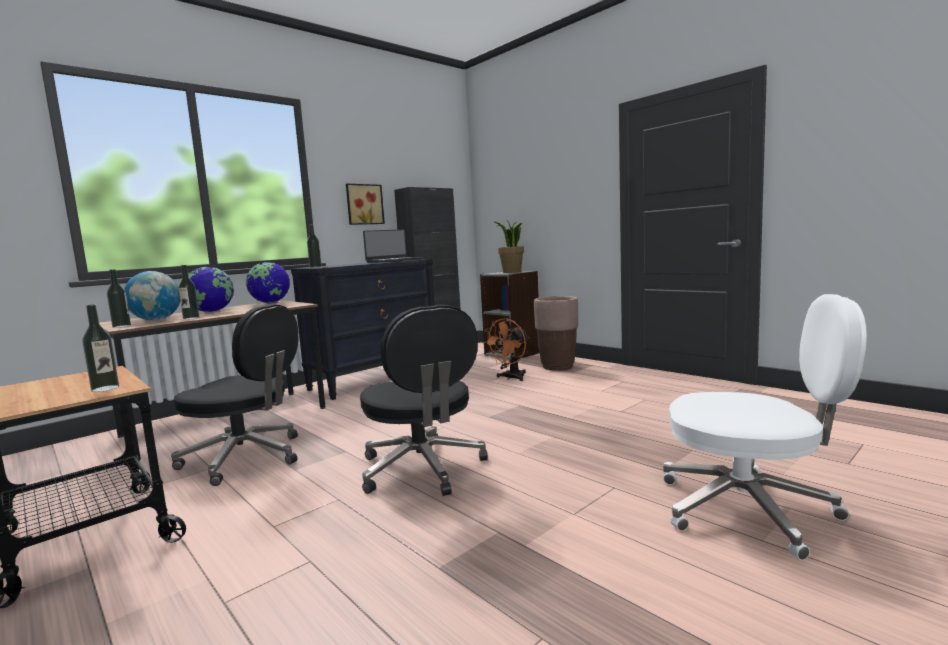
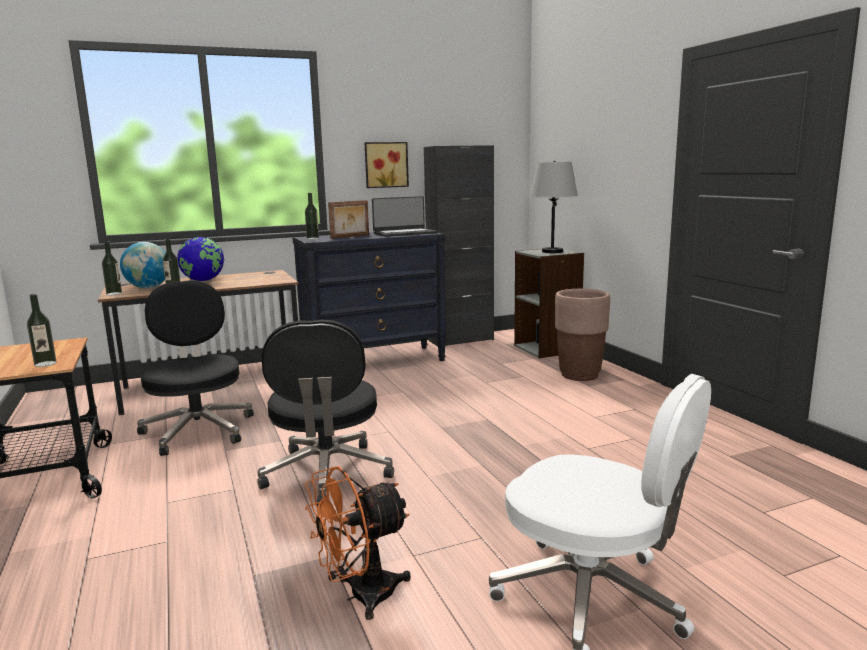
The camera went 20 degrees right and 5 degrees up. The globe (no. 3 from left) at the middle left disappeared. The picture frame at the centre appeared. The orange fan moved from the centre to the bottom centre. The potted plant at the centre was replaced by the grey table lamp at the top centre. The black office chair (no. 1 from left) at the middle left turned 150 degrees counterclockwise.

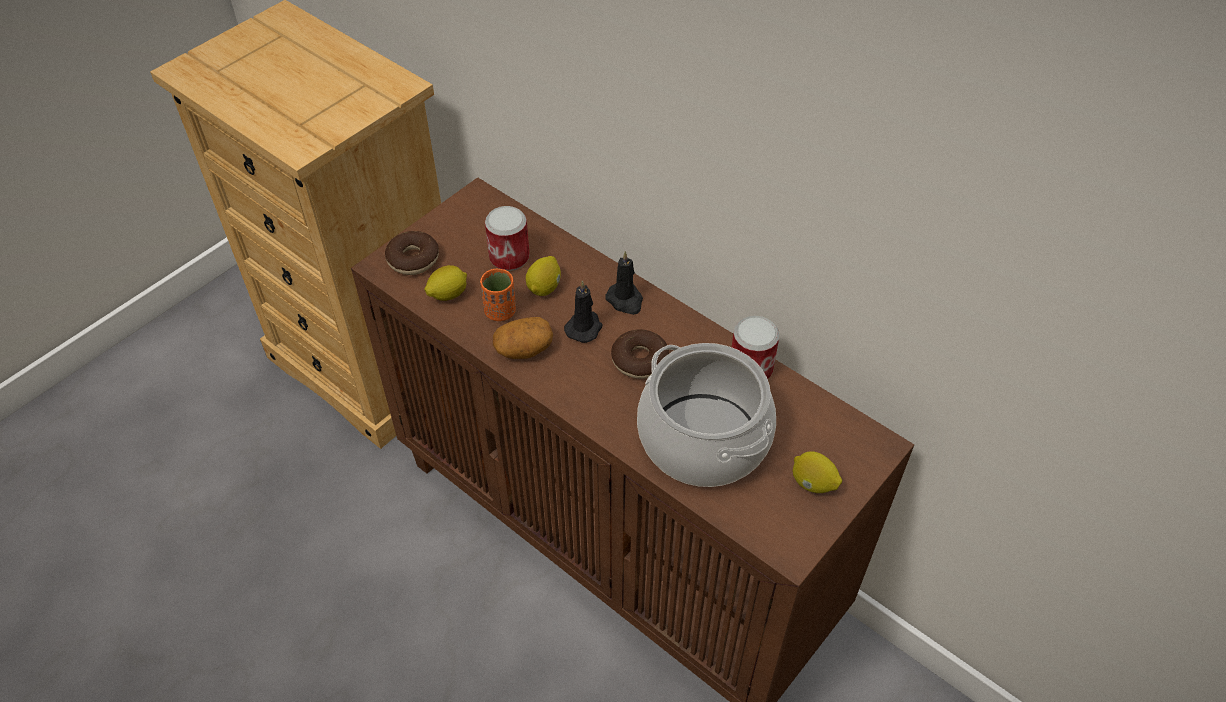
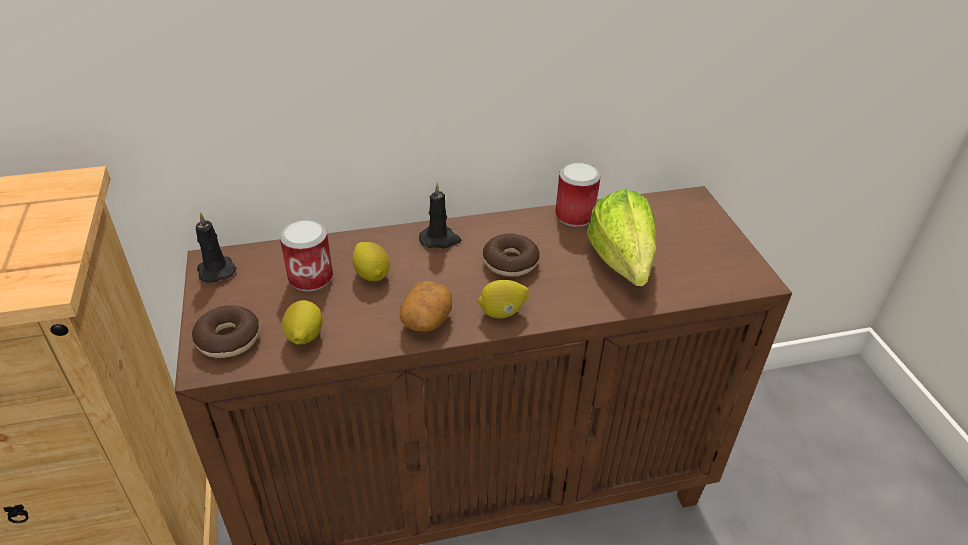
The camera went 55 degrees left and 10 degrees down. The orange cup at the centre disappeared. The black candle (no. 1 from left) moved from the centre to the middle left. The lemon (no. 3 from left) moved from the bottom centre to the centre. The cooking pot at the centre was replaced by the lettuce at the centre.

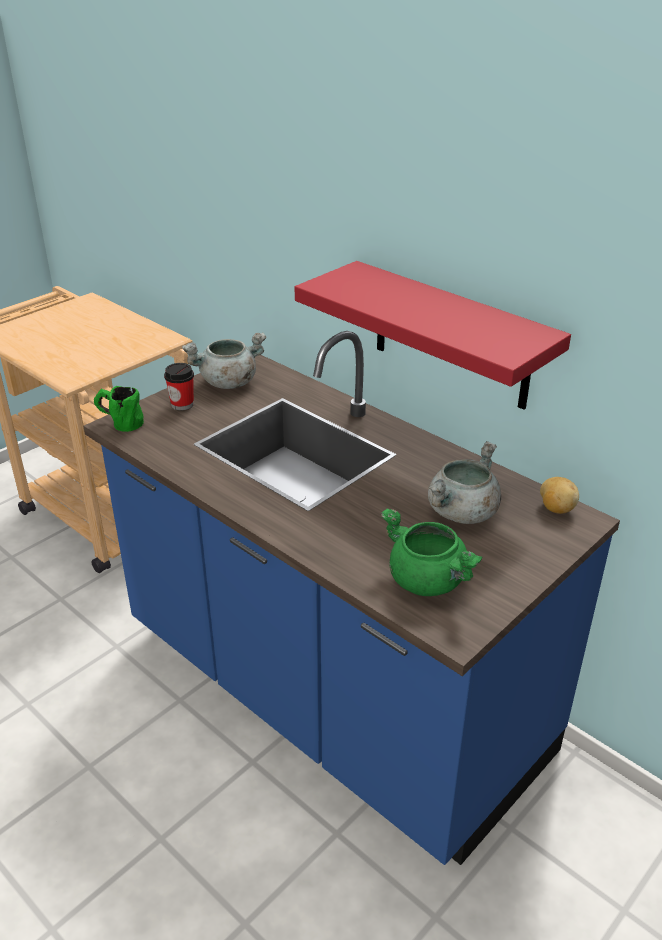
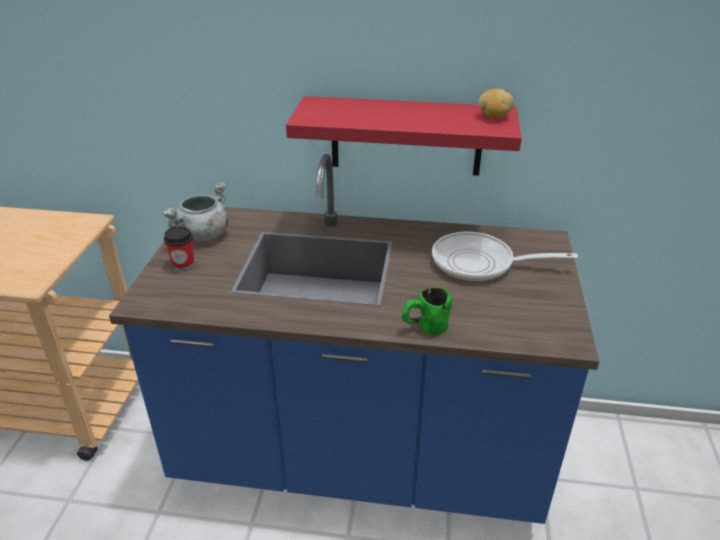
The camera went 35 degrees left and 0 degrees up. The green cooking pot at the centre disappeared. The green mug moved from the middle left to the centre. The potato moved from the middle right to the top right. The grey cooking pot (no. 2 from left) at the middle right was replaced by the frying pan at the middle right.

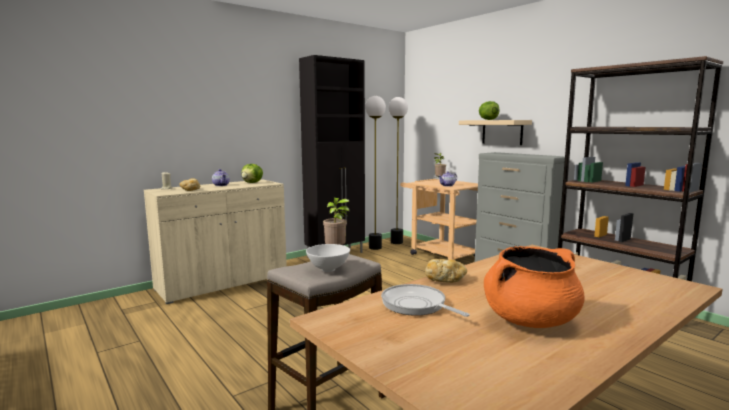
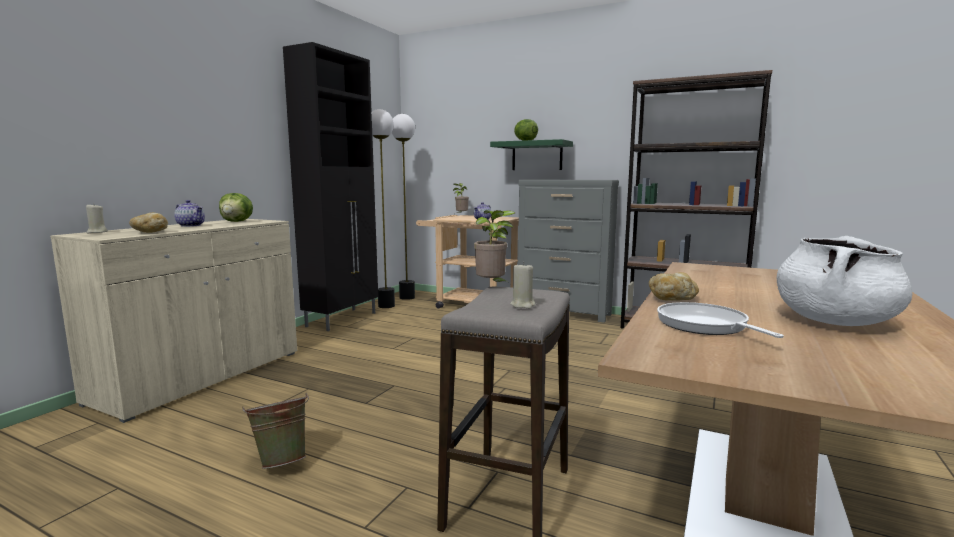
The camera went 25 degrees left and 0 degrees up. The green bucket at the bottom left appeared. The white bowl at the centre was replaced by the beige candle (no. 2 from left) at the centre. The beige shelf at the top right became the green shelf at the top centre. The orange cooking pot at the bottom right became the white cooking pot at the middle right. The frying pan at the bottom centre turned 45 degrees clockwise.

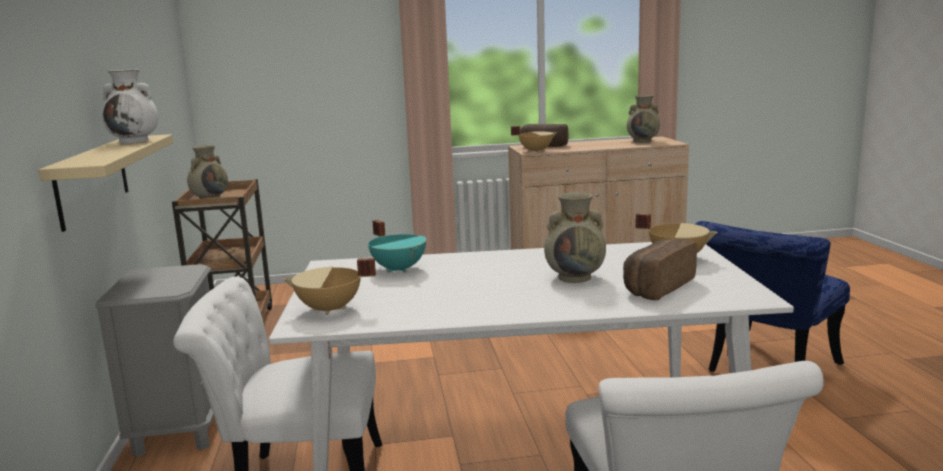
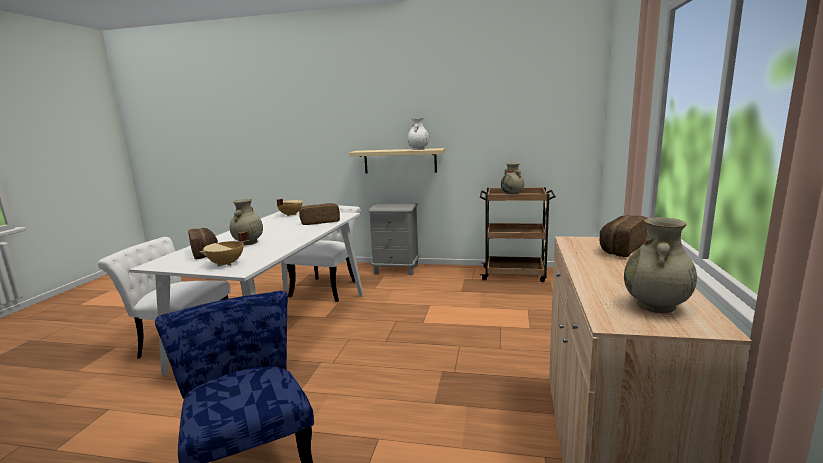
The camera went 110 degrees right and 0 degrees up. The beige cooking pot (no. 2 from left) at the top centre disappeared. The turquoise cooking pot at the centre was replaced by the bread (no. 2 from left) at the centre.

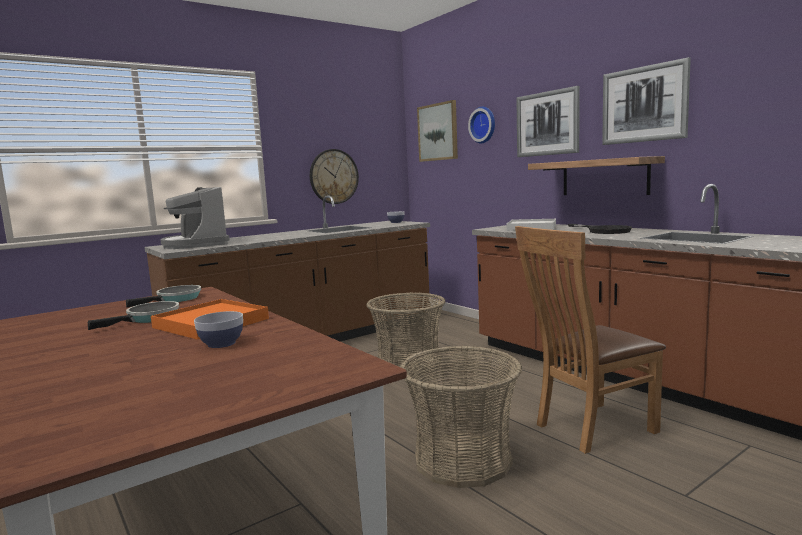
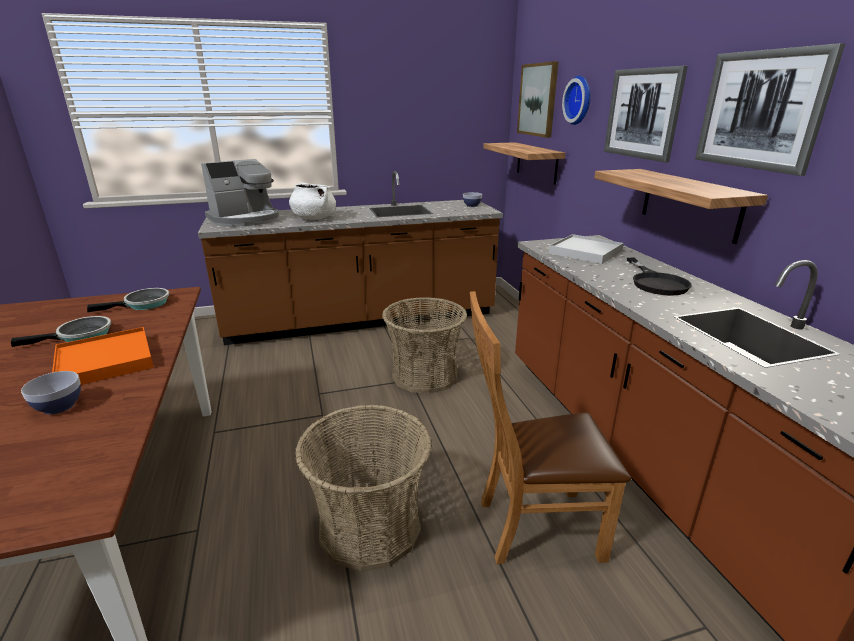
The camera went 20 degrees right and 15 degrees up. The wall clock (no. 1 from left) at the top centre disappeared. The white cooking pot at the top centre appeared. The shelf (no. 1 from left) at the top centre appeared. The coffee machine at the middle left turned 120 degrees counterclockwise.

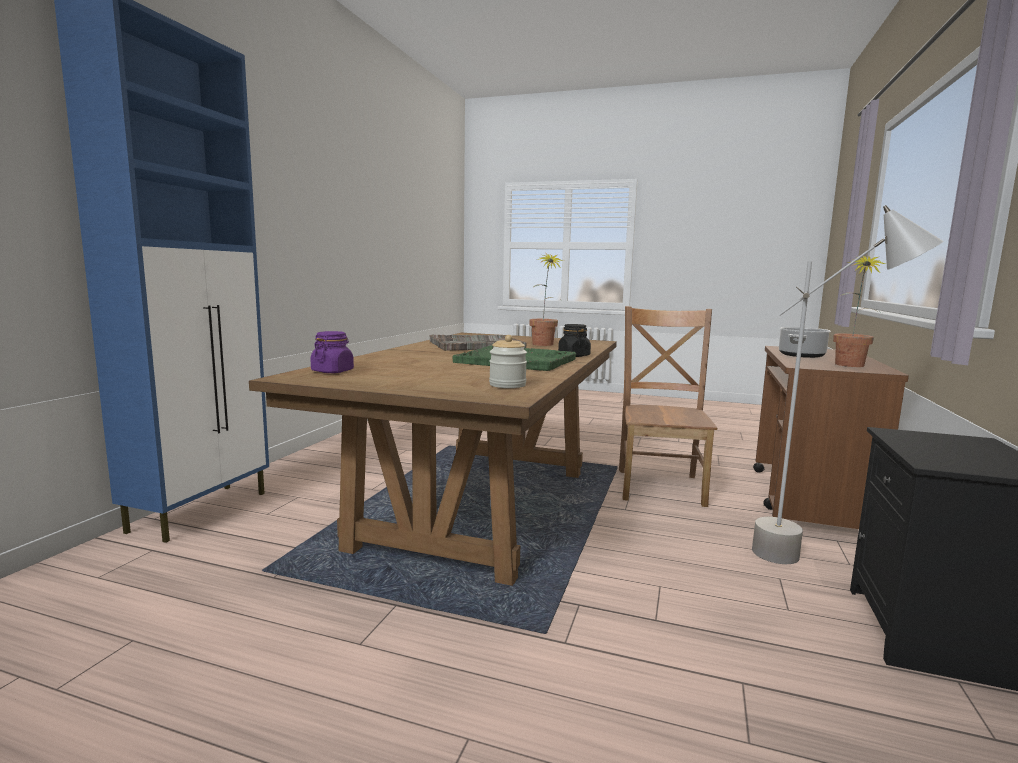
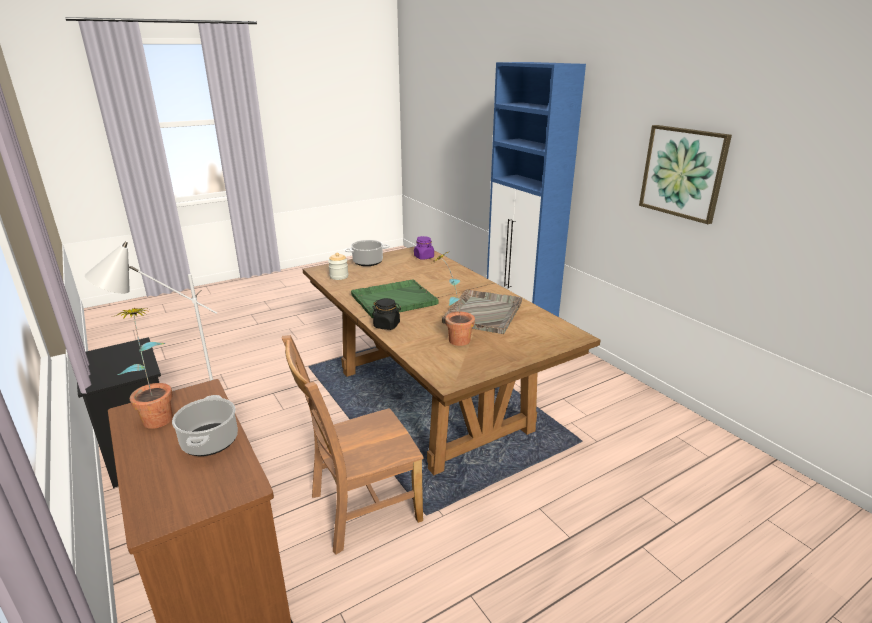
The camera went 130 degrees right and 15 degrees up. The cooking pot (no. 2 from left) at the centre appeared. The picture at the top right appeared. The brown chair at the centre turned 105 degrees clockwise.

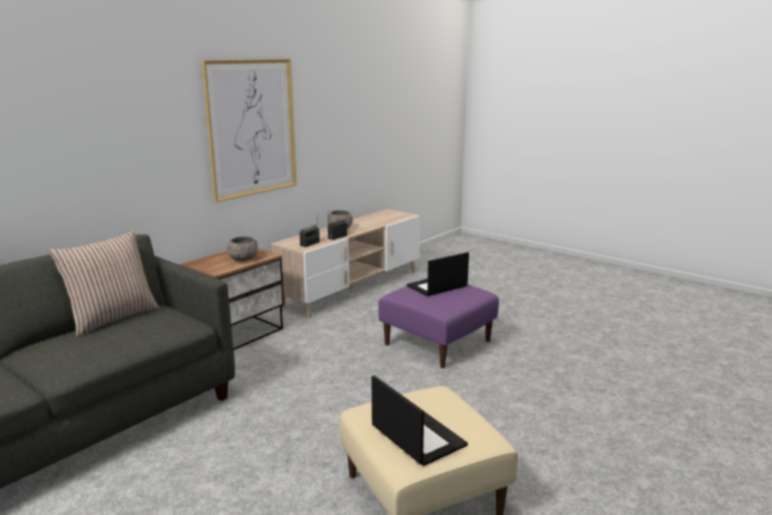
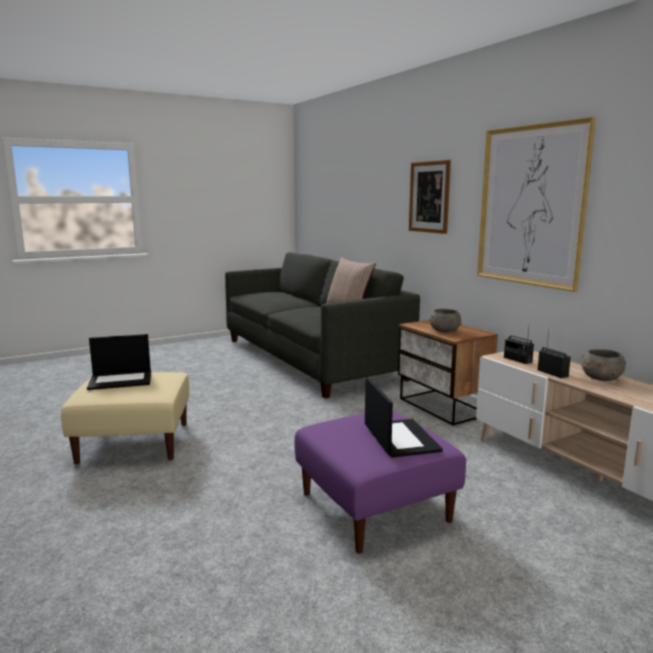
The camera went 110 degrees right and 5 degrees down. The picture (no. 1 from left) at the top centre appeared.

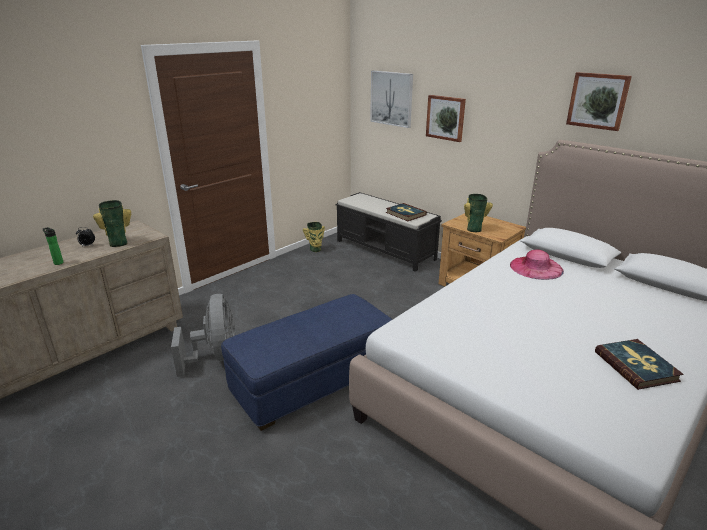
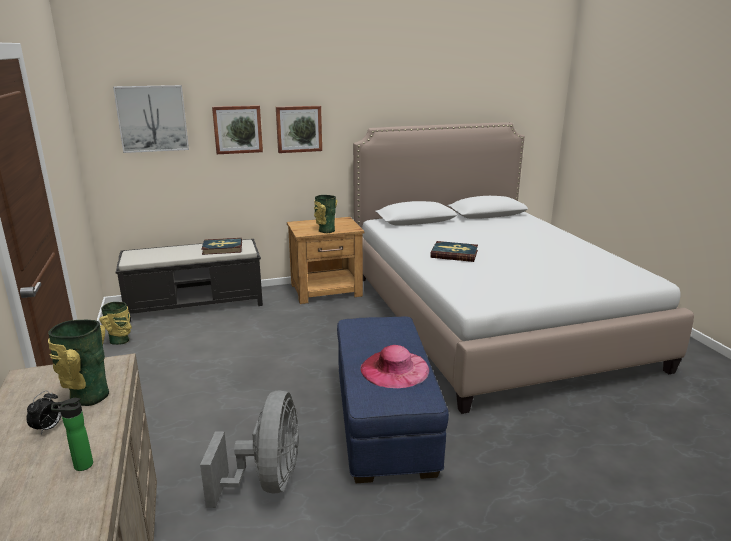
The camera went 60 degrees left and 5 degrees down. The pink hat moved from the middle right to the bottom centre. The picture (no. 3 from left) moved from the top right to the top centre. The book (no. 2 from left) moved from the bottom right to the centre. The grey fan at the middle left turned 75 degrees clockwise.

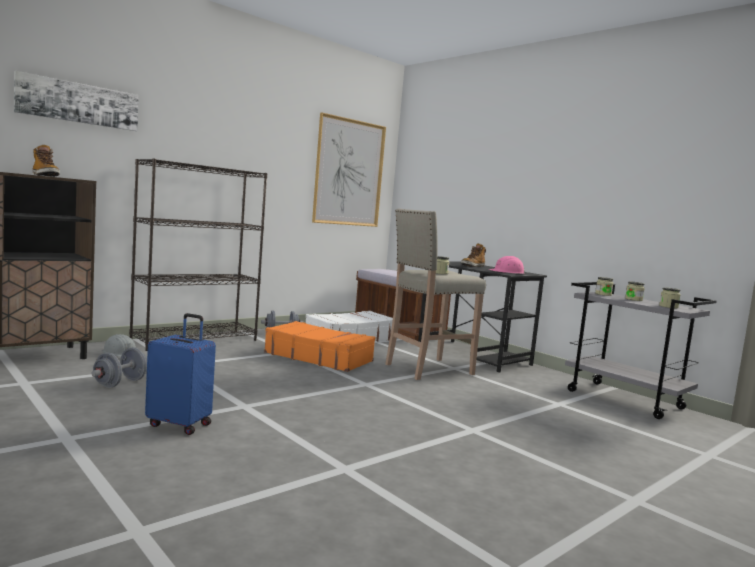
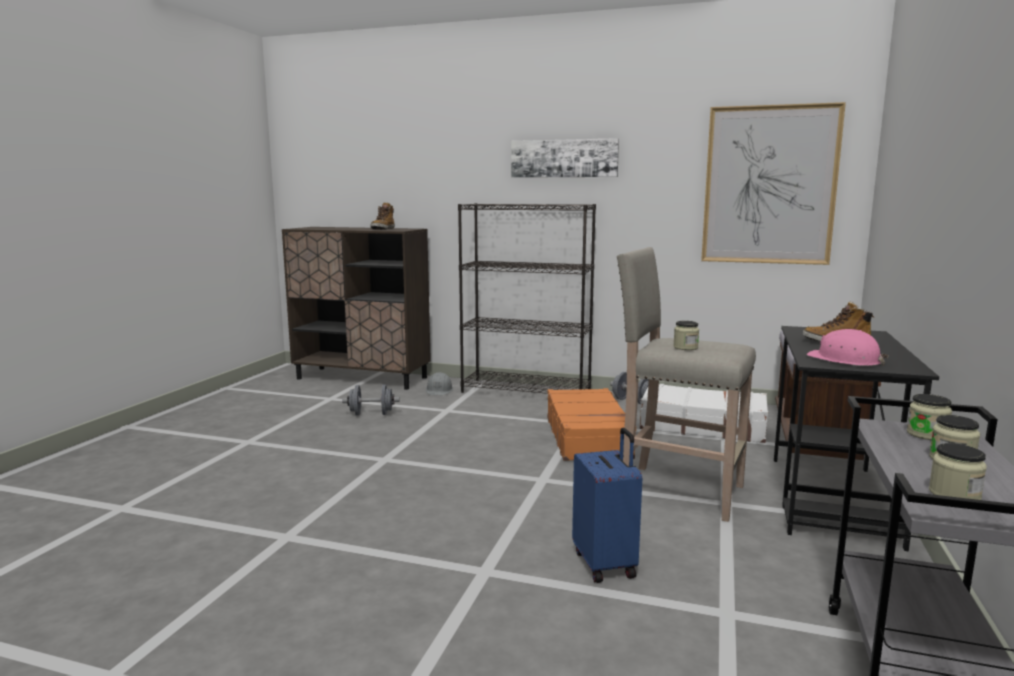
The camera went 60 degrees right and 5 degrees up. The picture (no. 1 from left) moved from the top left to the top centre. The blue suitcase moved from the middle left to the bottom centre.

